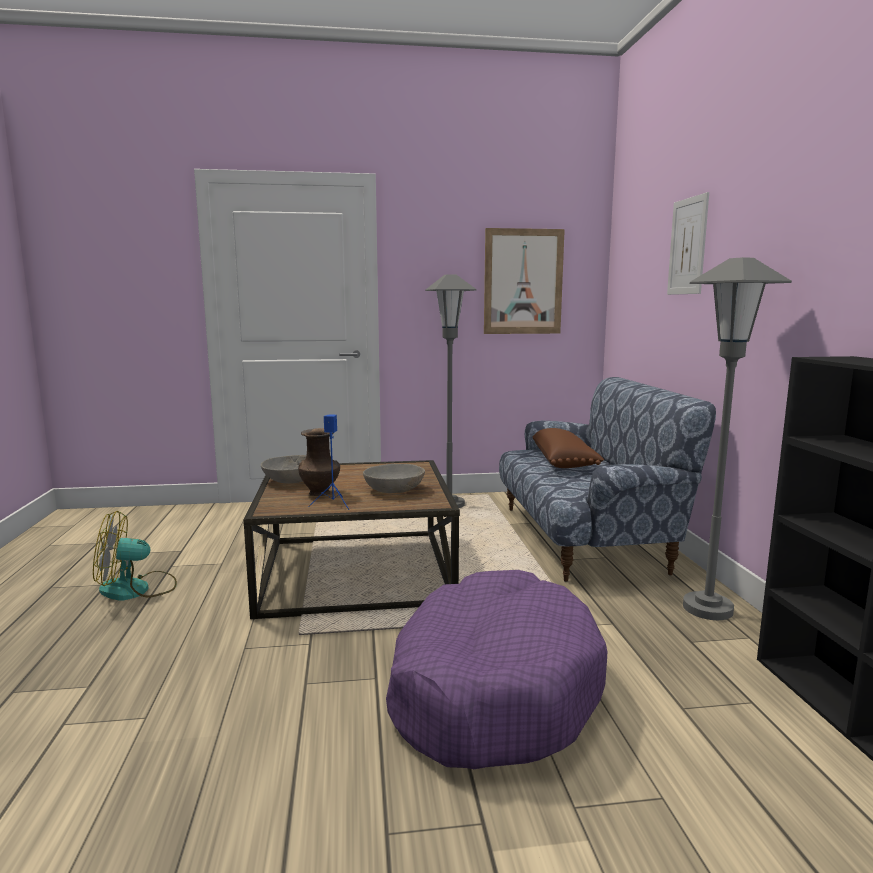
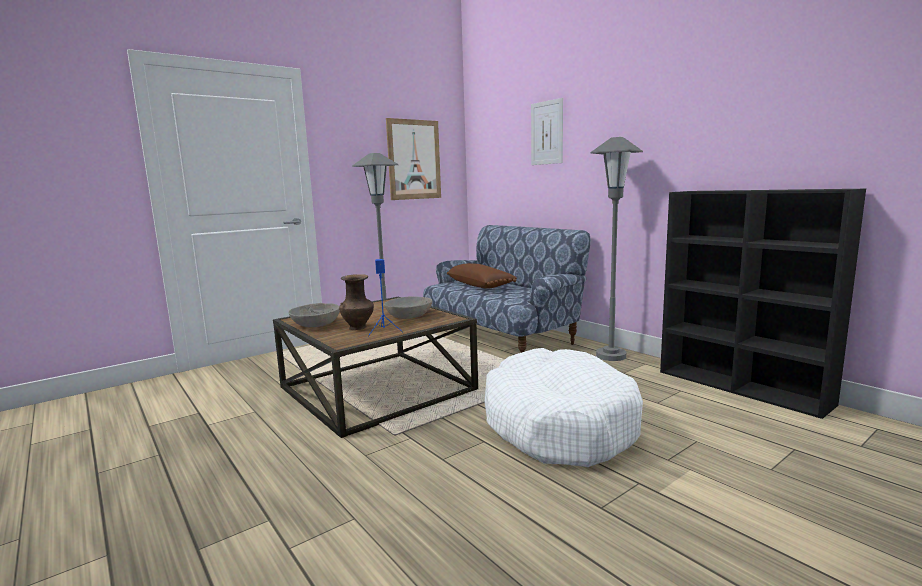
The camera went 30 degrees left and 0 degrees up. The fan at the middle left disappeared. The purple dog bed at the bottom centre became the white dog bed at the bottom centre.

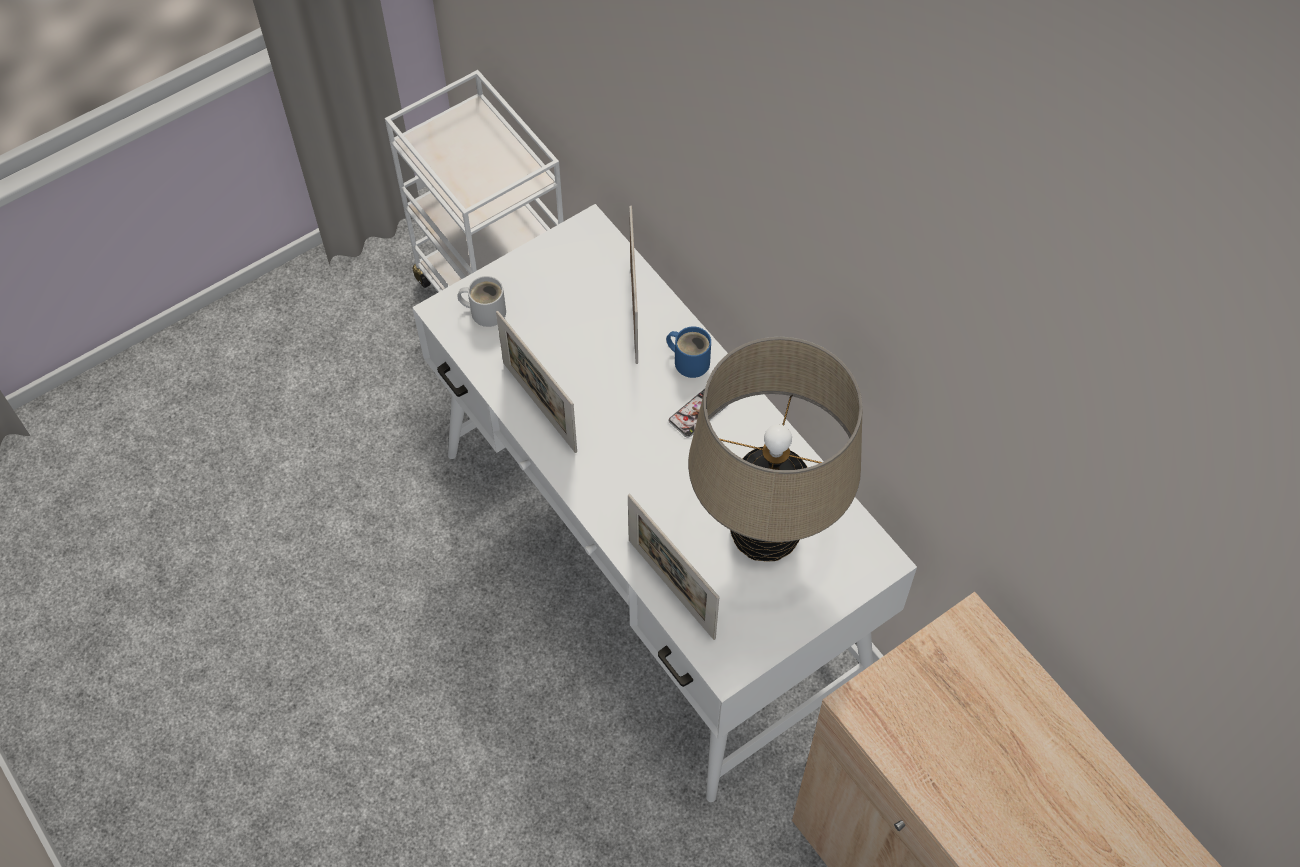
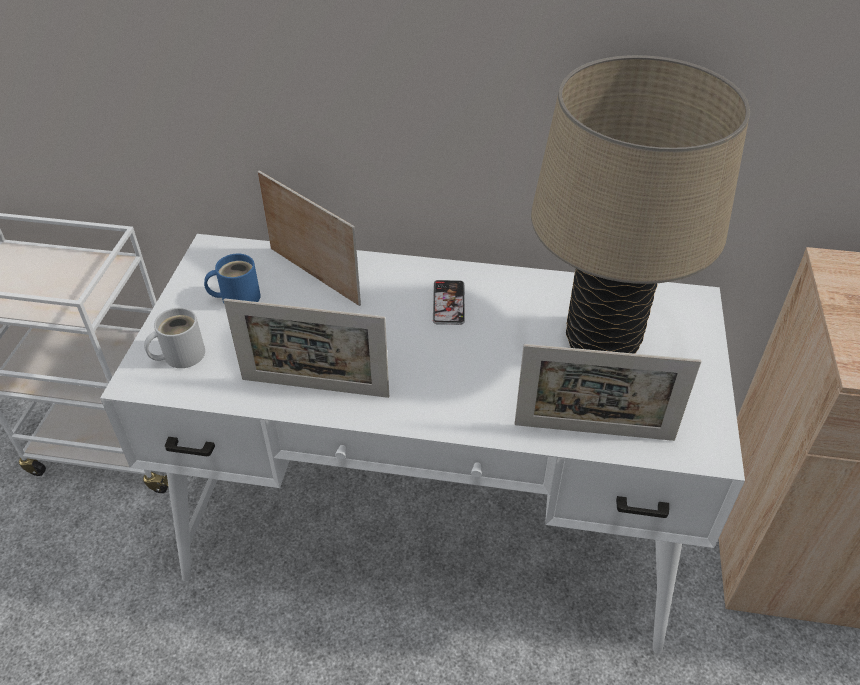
The camera went 45 degrees left and 15 degrees down. The blue mug moved from the centre to the middle left.

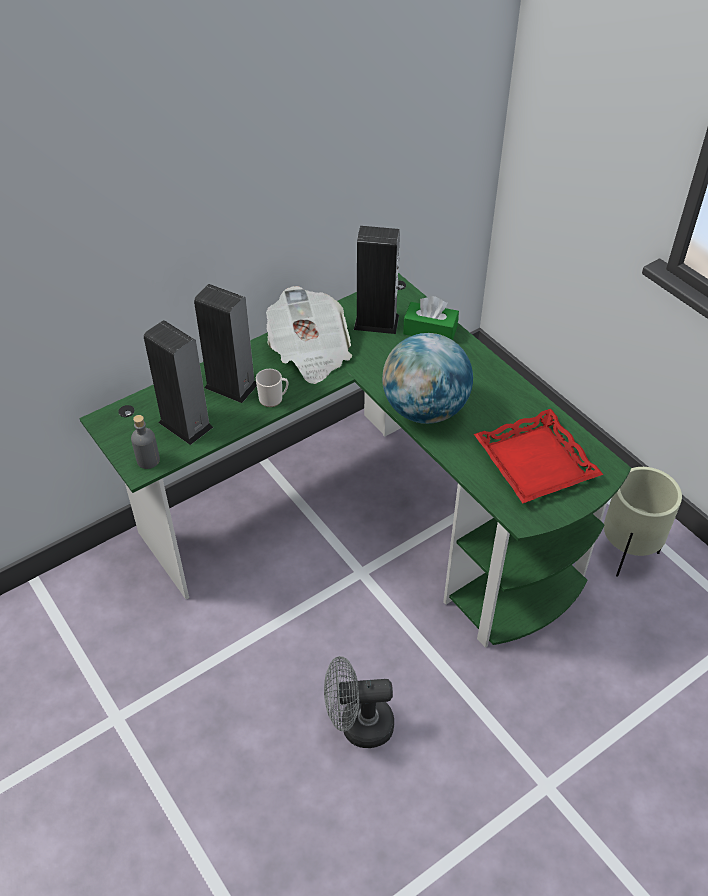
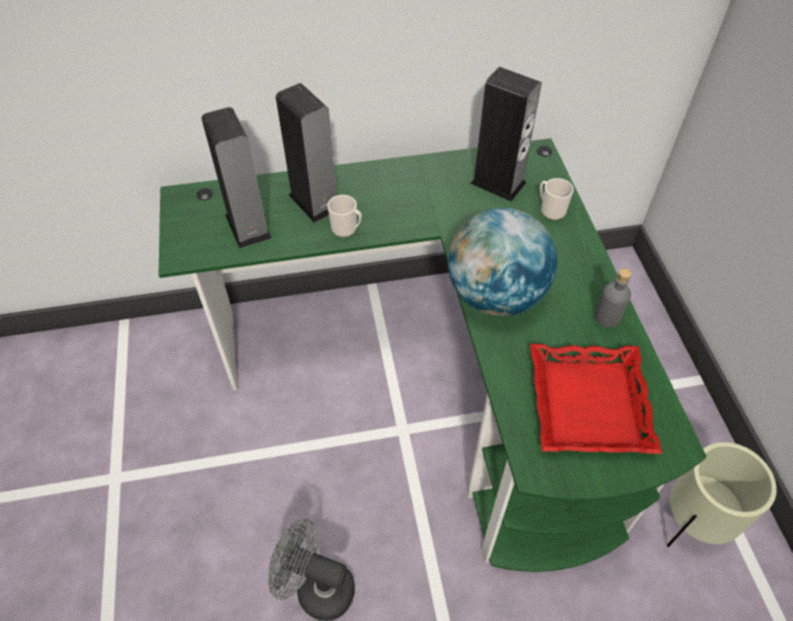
The camera went 25 degrees right and 5 degrees up. The newspaper at the centre disappeared. The grey bottle moved from the middle left to the middle right. The green tissue box at the centre was replaced by the mug (no. 2 from left) at the top right.

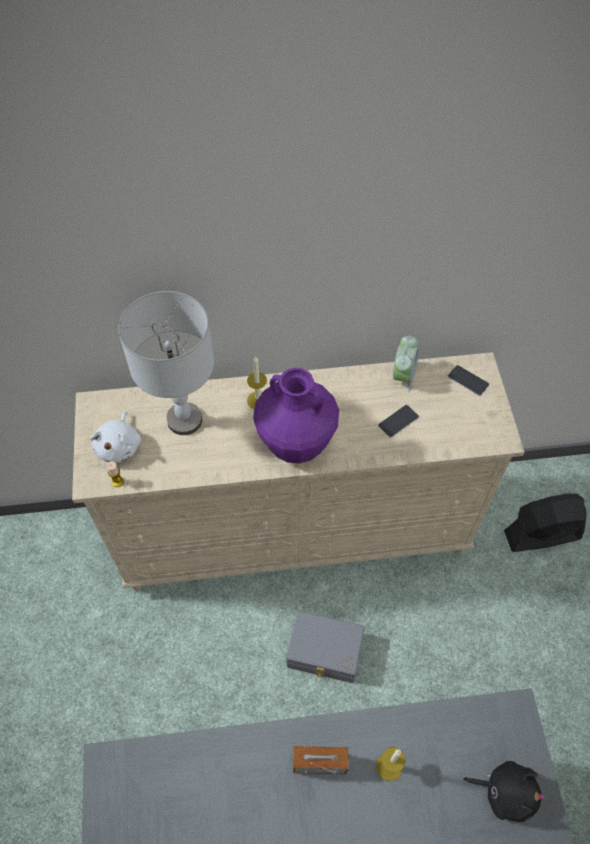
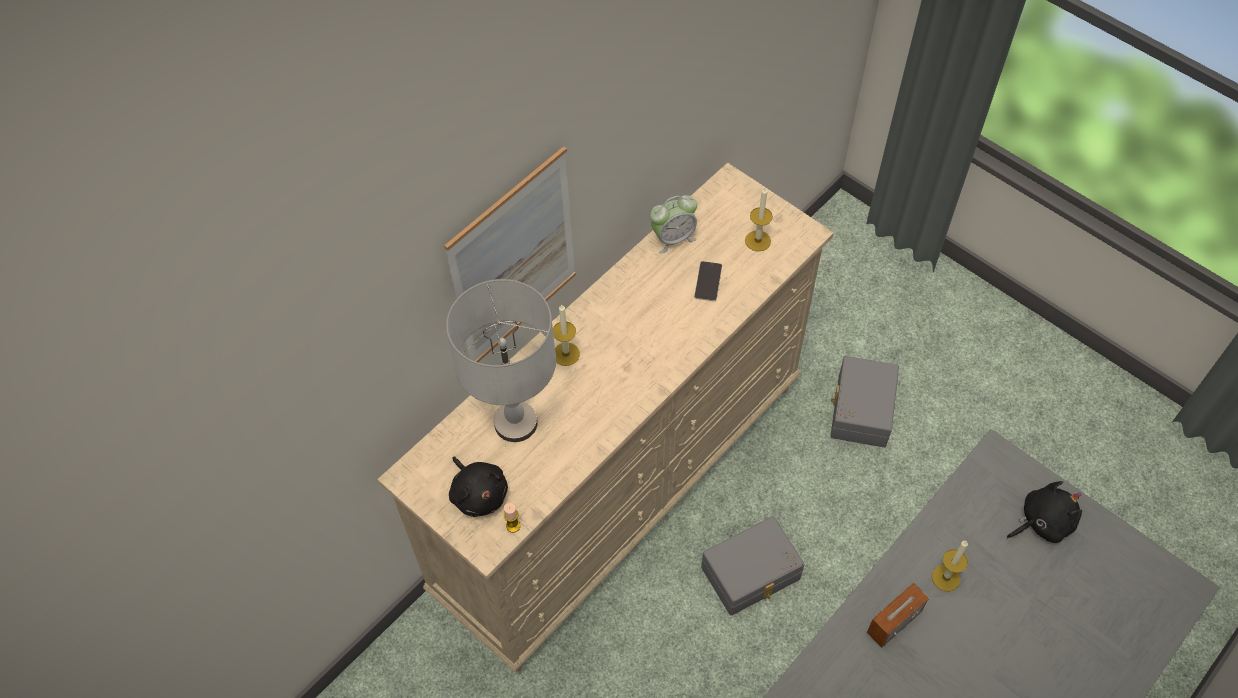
The camera went 40 degrees left and 0 degrees up. The purple vase at the centre disappeared. The phone (no. 2 from left) at the middle right disappeared. The black fan at the middle right disappeared. The picture at the centre appeared. The candle (no. 3 from left) at the top centre appeared. The grey storage box (no. 2 from left) at the middle right appeared. The white plush toy at the middle left became the black plush toy (no. 1 from left) at the bottom centre. The alarm clock at the middle right turned 90 degrees clockwise.

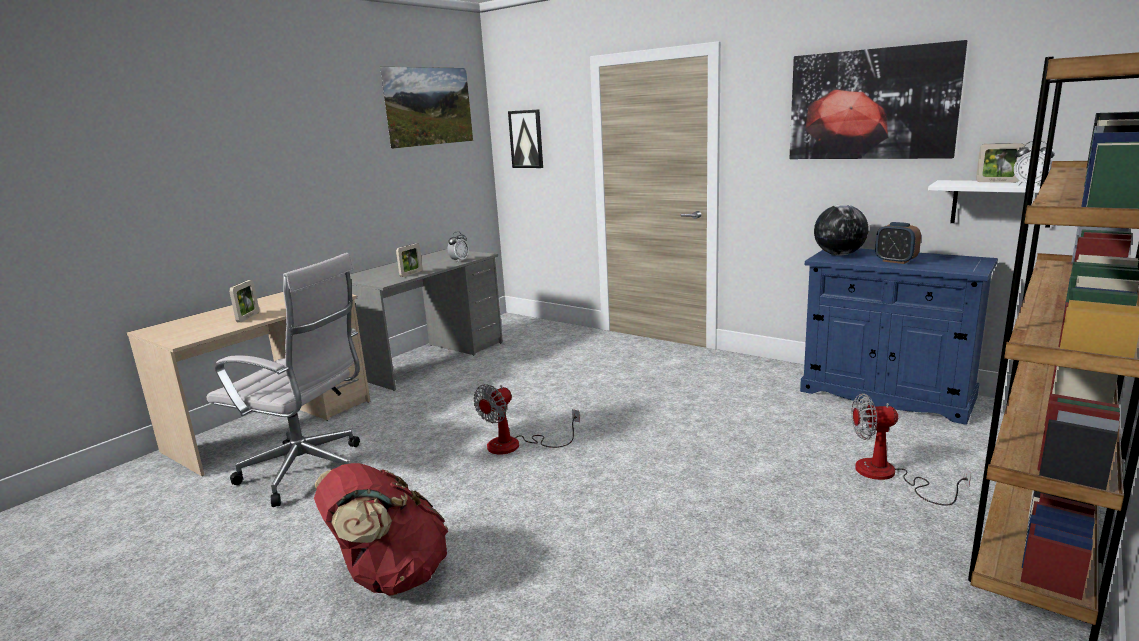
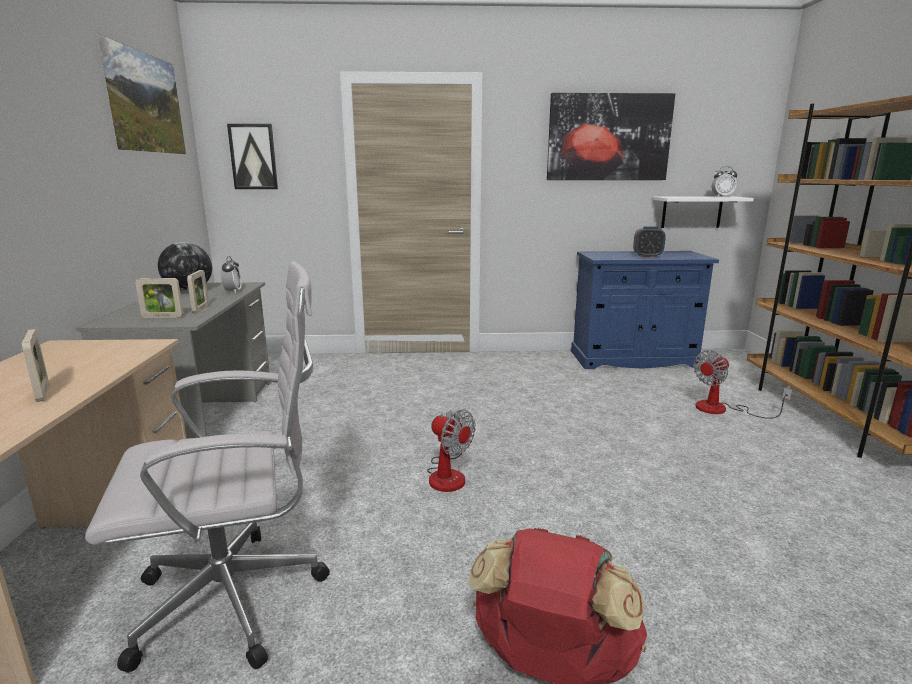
The camera went 40 degrees left and 0 degrees up. The globe moved from the middle right to the middle left. The picture frame (no. 3 from left in the first image) moved from the top right to the middle left. The fan (no. 1 from left) at the centre turned 45 degrees counterclockwise.

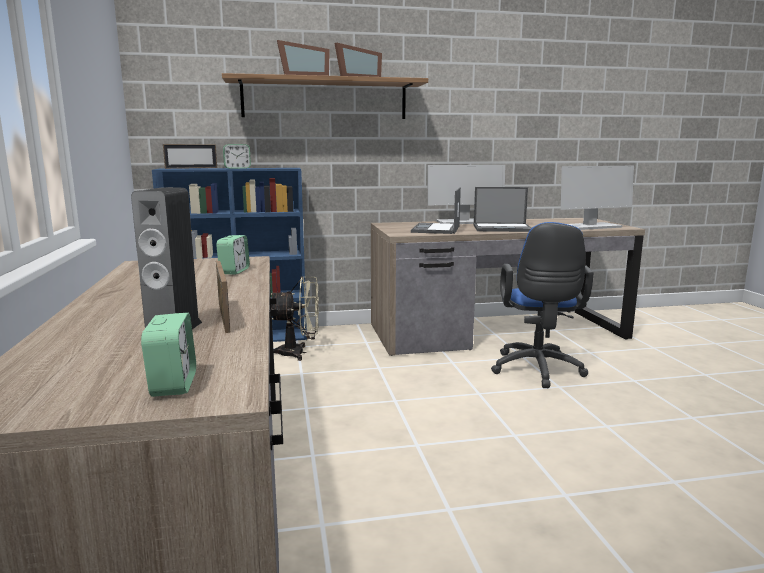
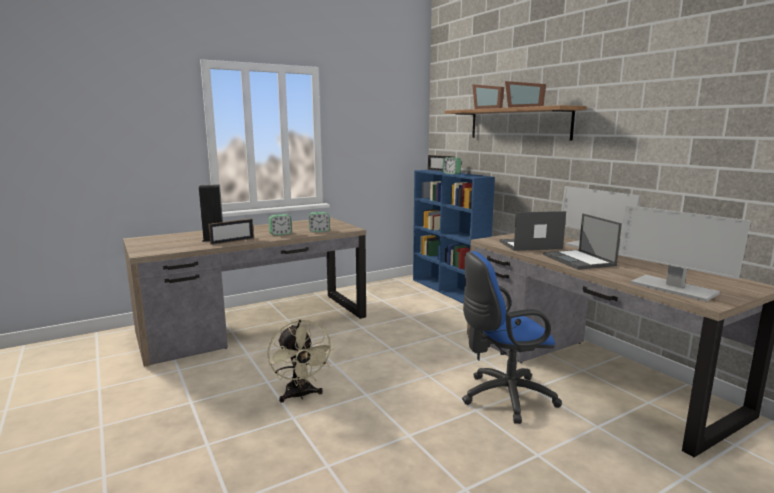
The camera went 70 degrees right and 0 degrees up. The alarm clock (no. 1 from left) moved from the middle left to the centre. The beige fan moved from the centre to the bottom centre.

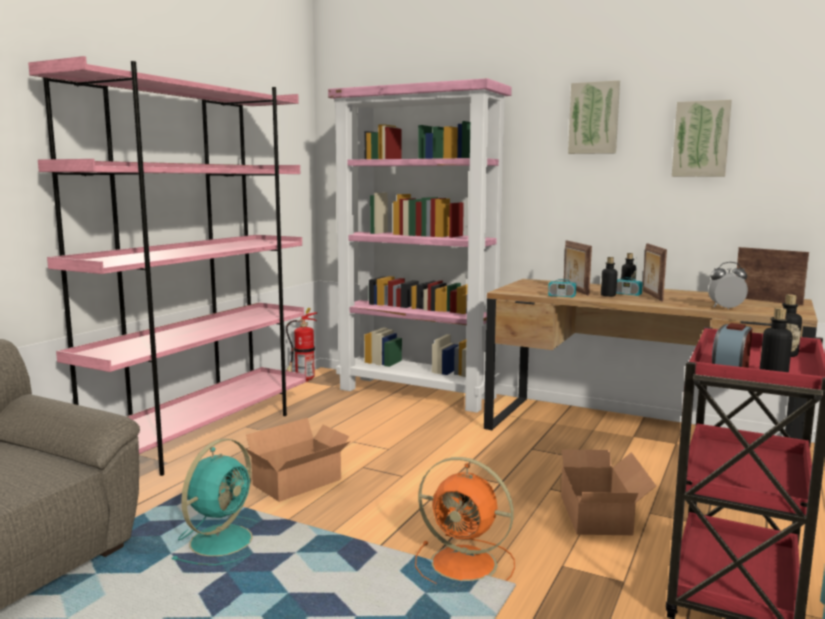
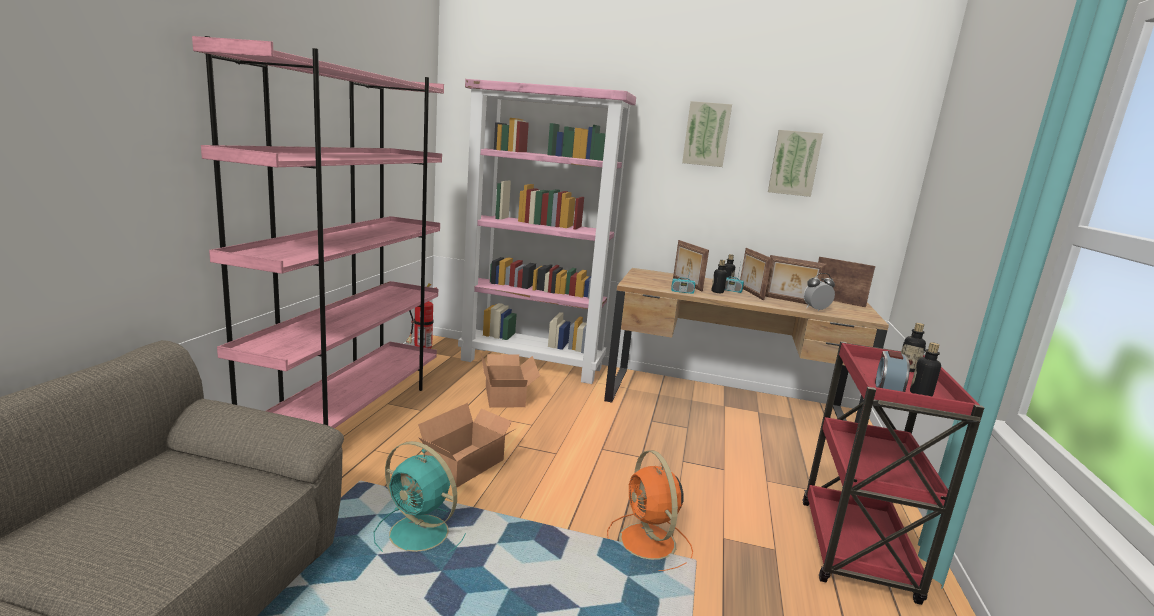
The camera went 15 degrees left and 5 degrees up. The picture frame (no. 3 from left) at the middle right appeared. The cardboard box (no. 2 from left) moved from the bottom right to the centre. The turquoise fan at the bottom left turned 105 degrees clockwise. The orange fan at the bottom centre turned 60 degrees clockwise.

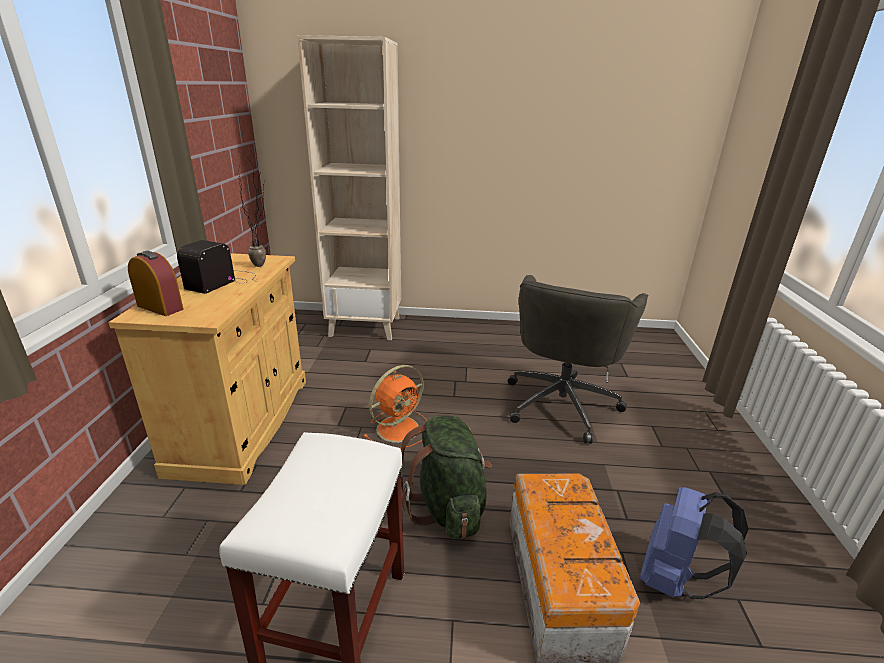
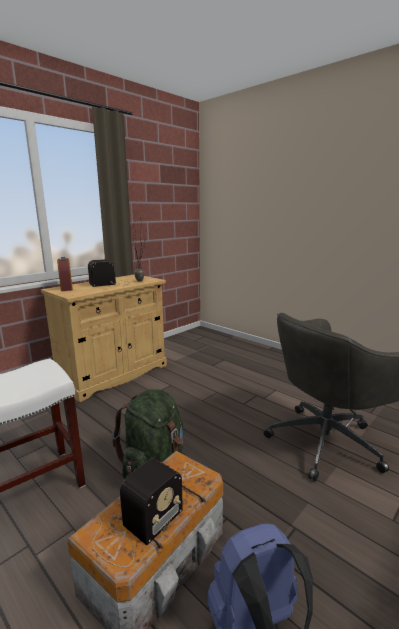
The camera went 40 degrees right and 10 degrees down. The beige bookcase at the top centre disappeared. The orange fan at the centre disappeared. The radio (no. 2 from left) at the bottom centre appeared.

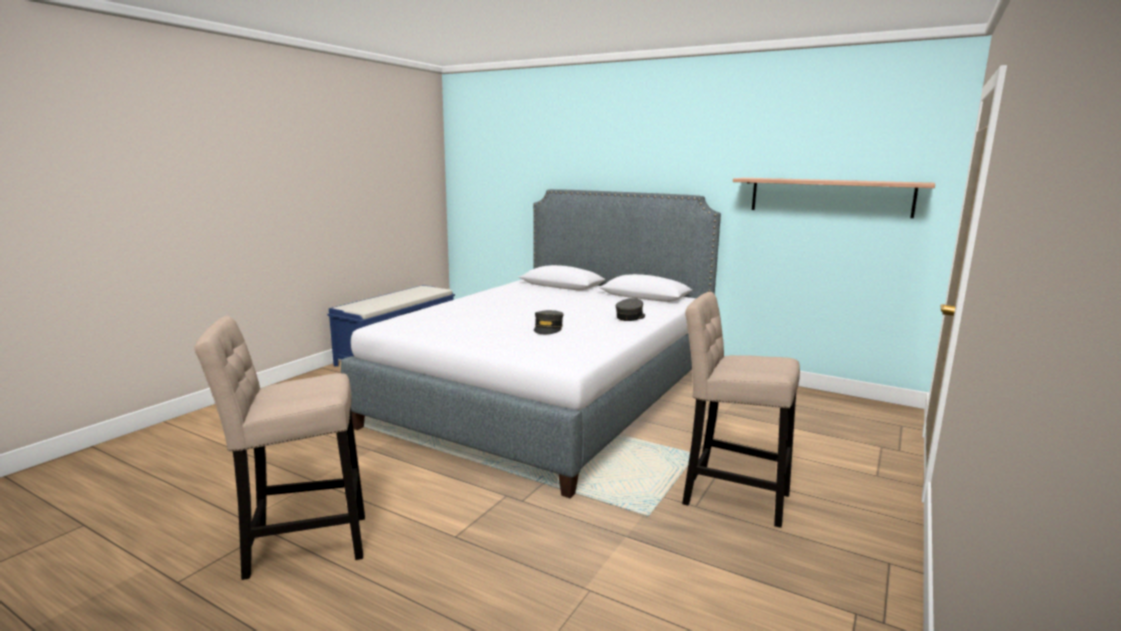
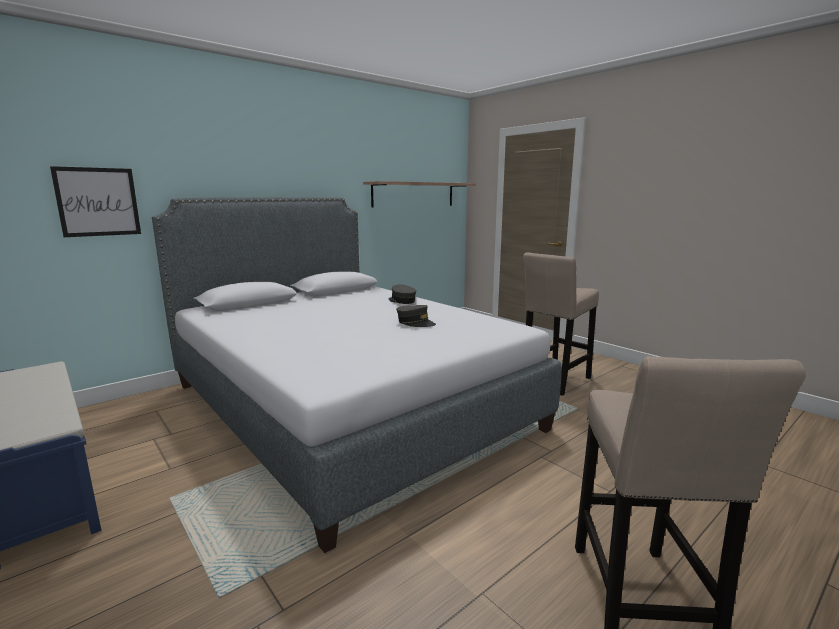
The camera went 70 degrees left and 0 degrees up. The picture at the top left appeared.

